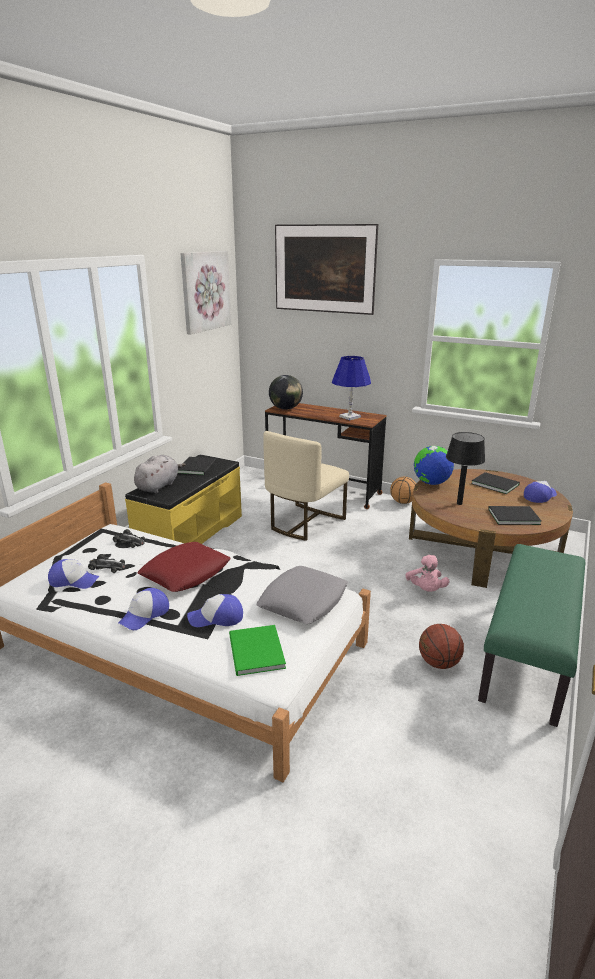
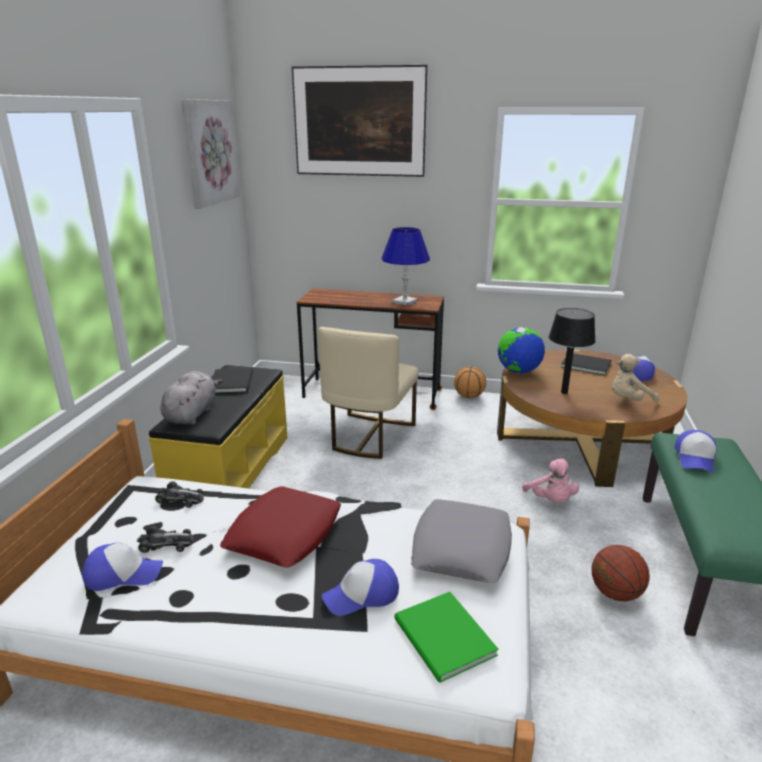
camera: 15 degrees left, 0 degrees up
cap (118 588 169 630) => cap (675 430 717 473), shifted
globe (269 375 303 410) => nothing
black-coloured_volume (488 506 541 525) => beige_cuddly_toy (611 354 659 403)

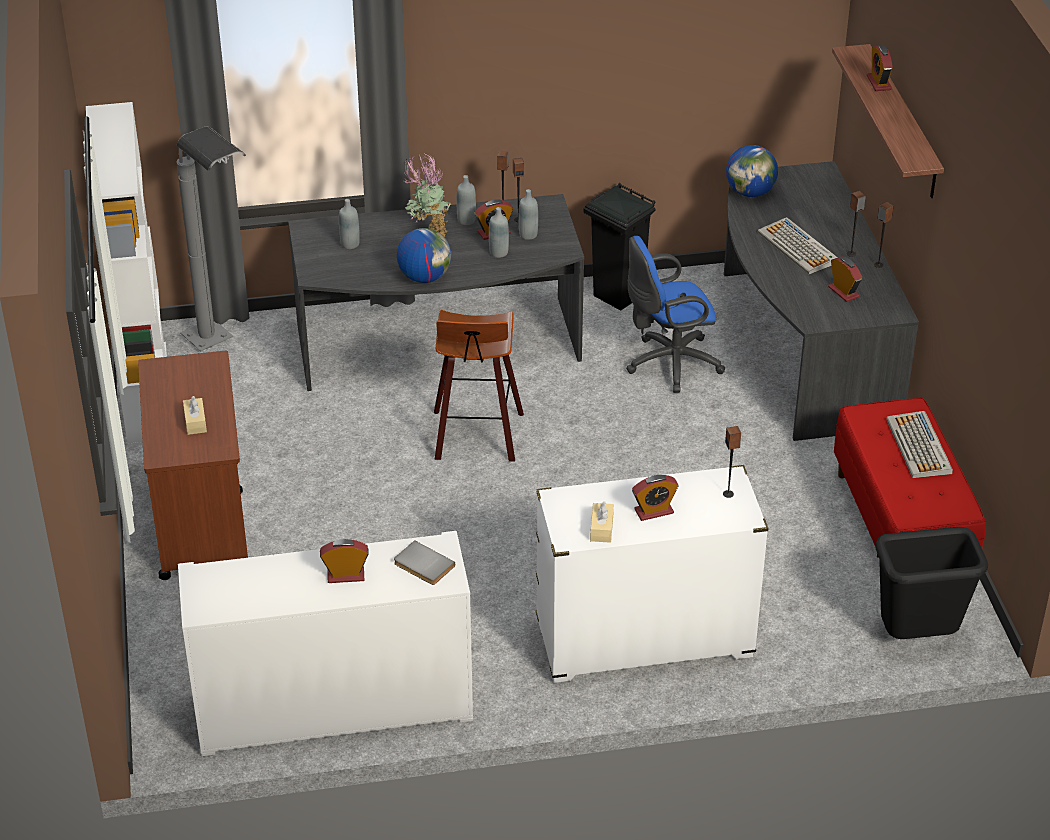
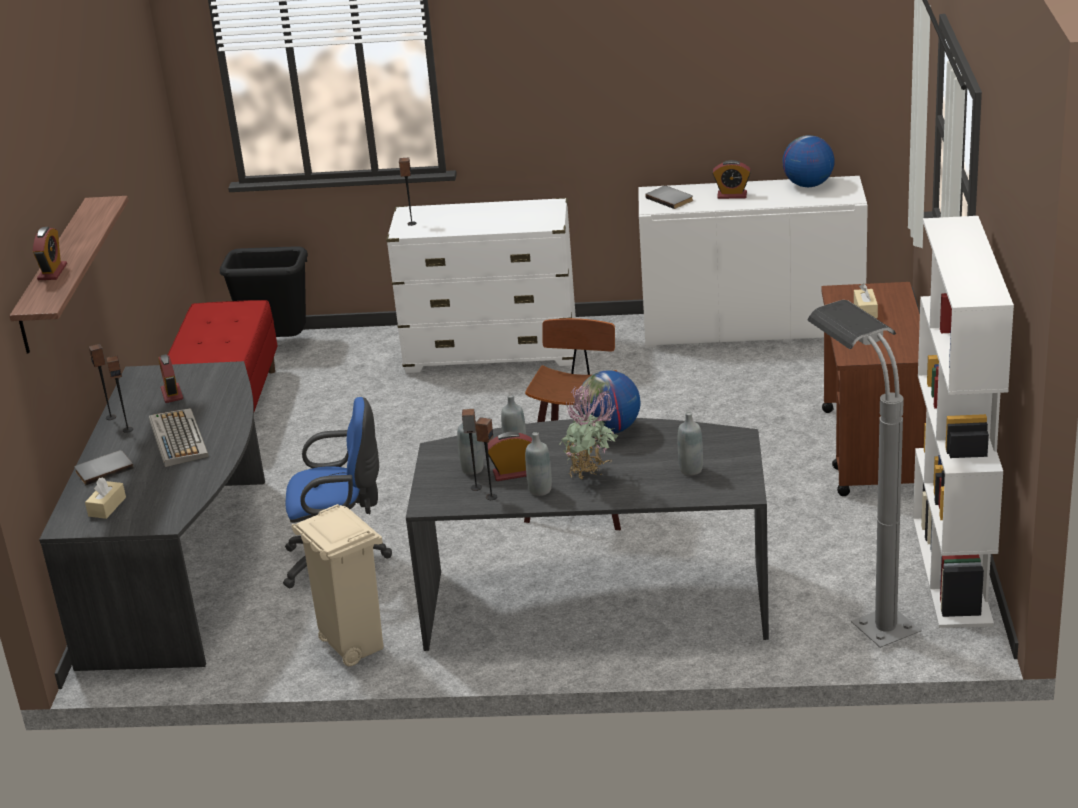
camera: 165 degrees left, 10 degrees down
black-coloured_rubbish_bin (583 183 656 311) => beige_rubbish_bin (291 504 383 666)
beige_tissue_holder (590 501 614 543) => beige_tissue_holder (85 477 126 519), shifted
alarm_clock (632 475 679 521) => nothing
globe (726 145 778 197) => globe (782 135 835 187), shifted
keyboard (886 411 953 478) => nothing
nothing => greyish_volume (74 450 134 485)

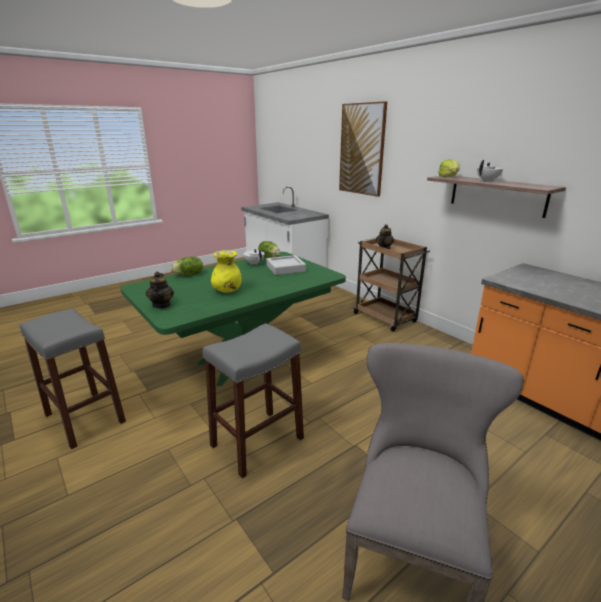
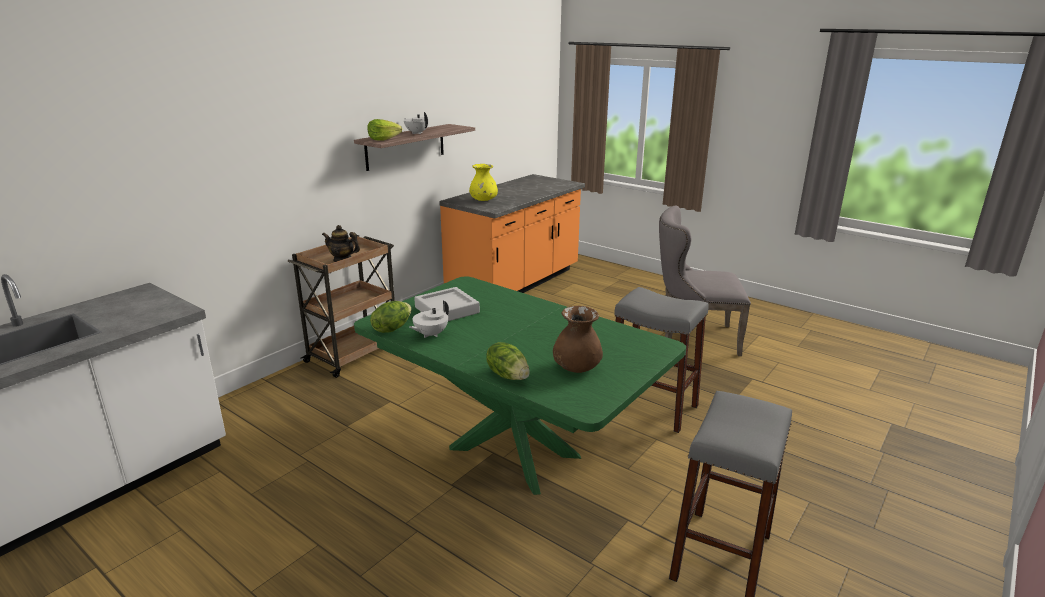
camera: 105 degrees left, 0 degrees up
pot_for_tea (146 272 174 308) => nothing
yellowish_vase (211 250 242 293) => yellowish_vase (469 164 498 201), shifted
wall_picture (339 101 387 197) => nothing
nothing => brownish_vase (553 306 603 373)

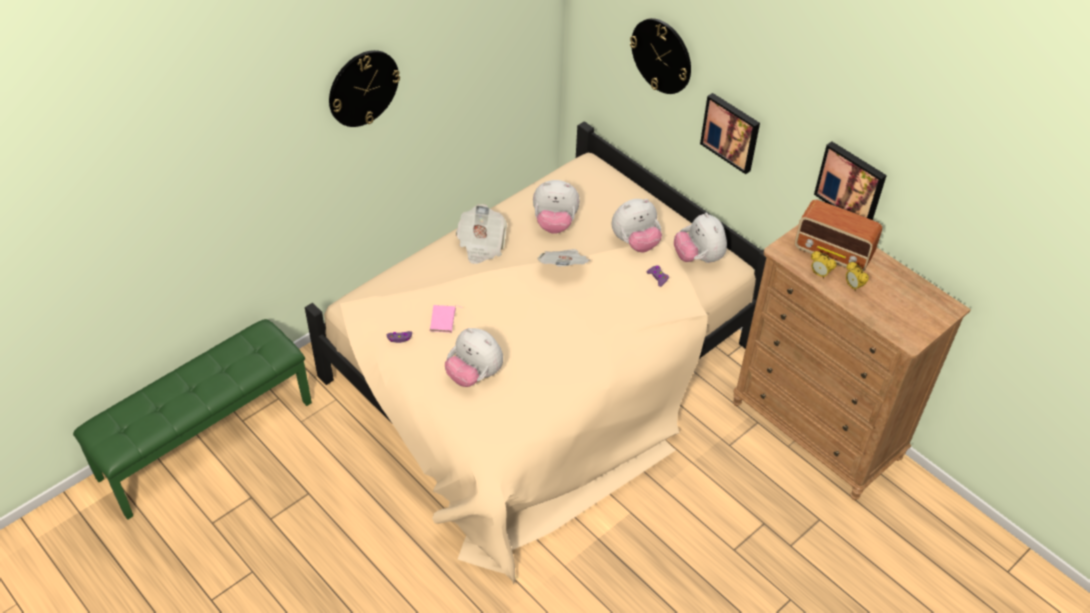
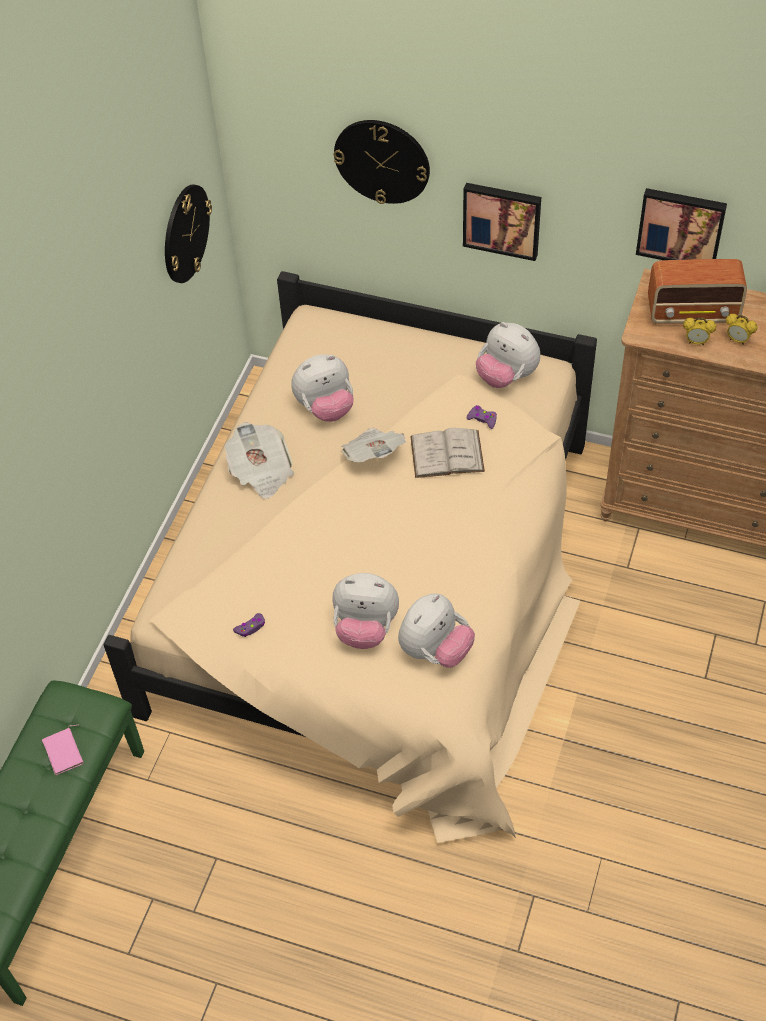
camera: 25 degrees left, 5 degrees up
hanging_clock (329 50 400 127) => hanging_clock (165 184 212 283), shifted
pink_volume (430 305 463 333) => pink_volume (42 725 84 775), shifted
cuddly_toy (612 199 662 252) => cuddly_toy (398 594 475 668), shifted
nothing => white_volume (410 428 485 478)

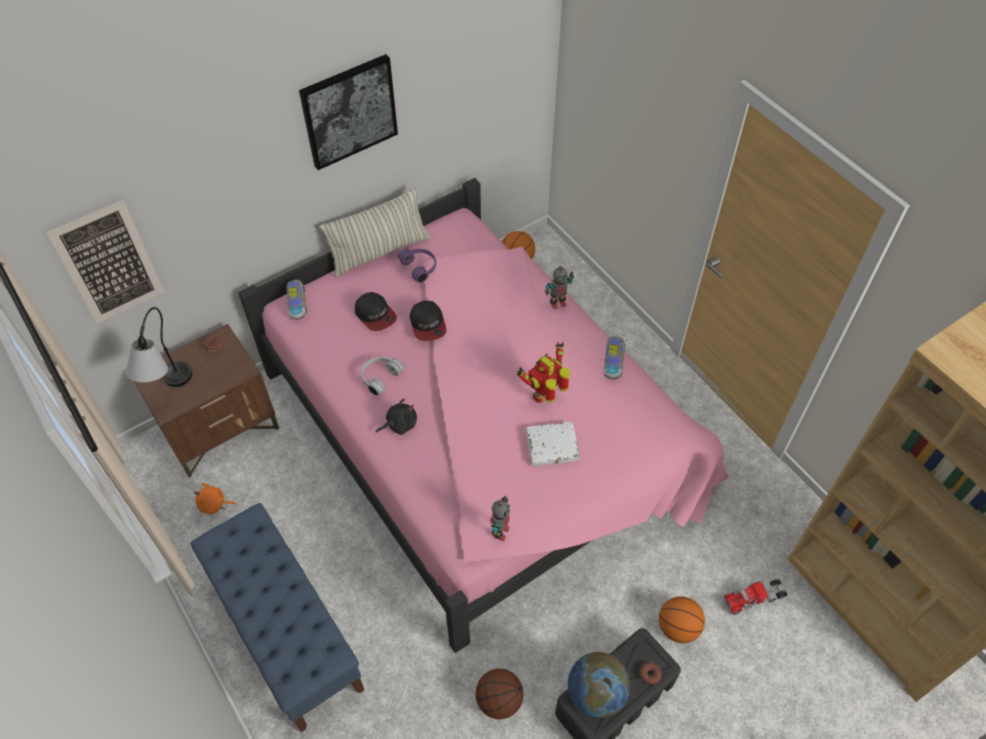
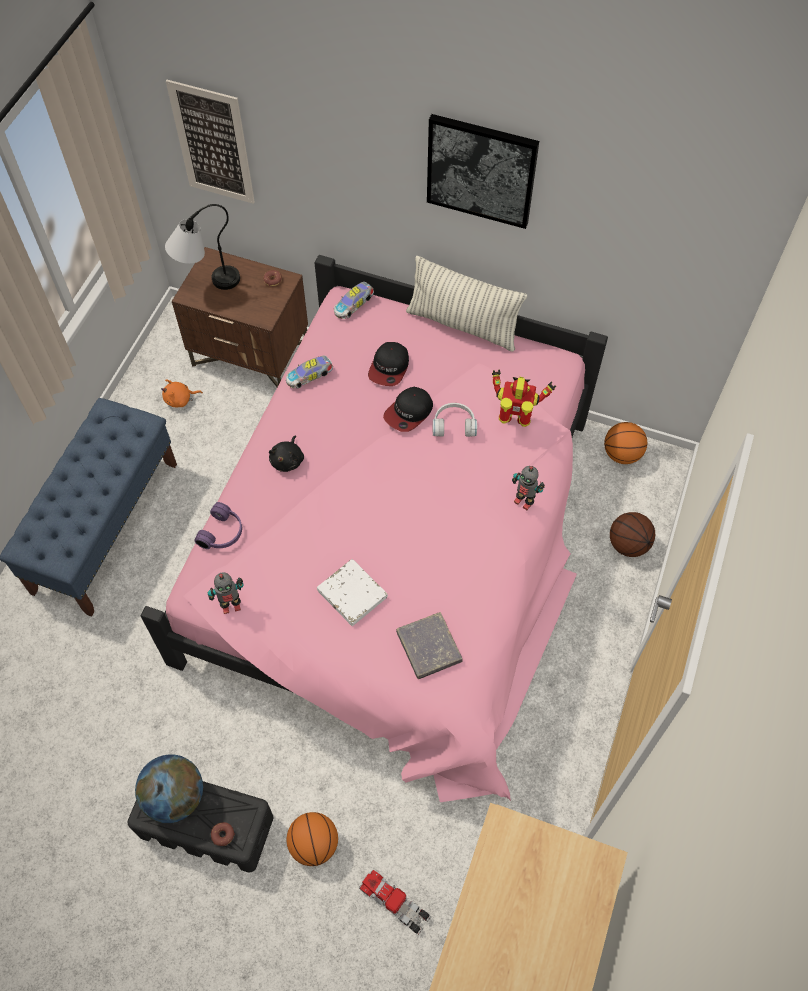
camera: 55 degrees right, 5 degrees up
orange_cuddly_toy (194 483 237 515) => orange_cuddly_toy (161 379 203 407), 75 degrees counterclockwise
white_pair_of_headphones (361 357 404 396) => white_pair_of_headphones (433 403 477 437), shifted
black-coloured_cuddly_toy (375 399 417 435) => black-coloured_cuddly_toy (269 436 304 472), 75 degrees clockwise
purple_pair_of_headphones (398 249 436 283) => purple_pair_of_headphones (194 502 242 549), shifted
ball_for_basketball (476 669 523 719) => ball_for_basketball (610 512 655 557), shifted
robot_figure (517 342 570 403) => robot_figure (492 370 556 427), shifted
miniature_car (604 337 625 380) => miniature_car (286 356 333 389), shifted
nothing => greyish_volume (396 612 463 679)

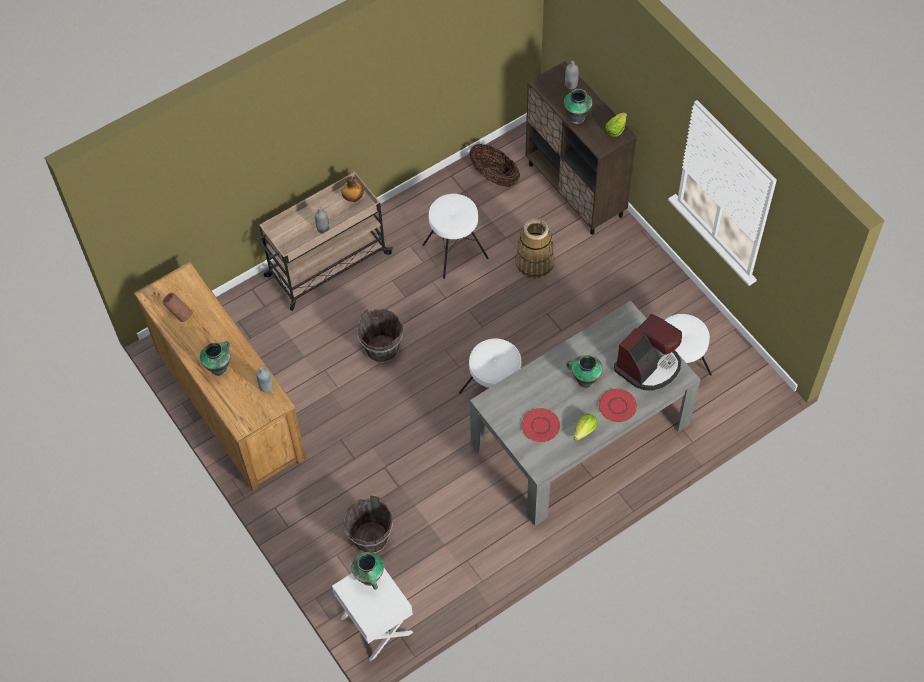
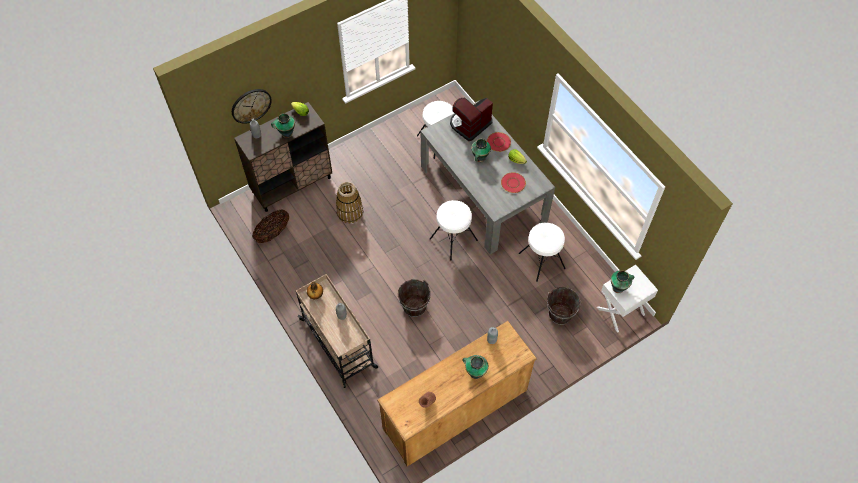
camera: 90 degrees left, 0 degrees up
white_stool_seat (422 194 488 279) => white_stool_seat (519 222 566 282), shifted
coffee_machine (614 314 682 391) => coffee_machine (450 98 493 141), 90 degrees counterclockwise
nothing => hanging_clock (232 89 272 124)

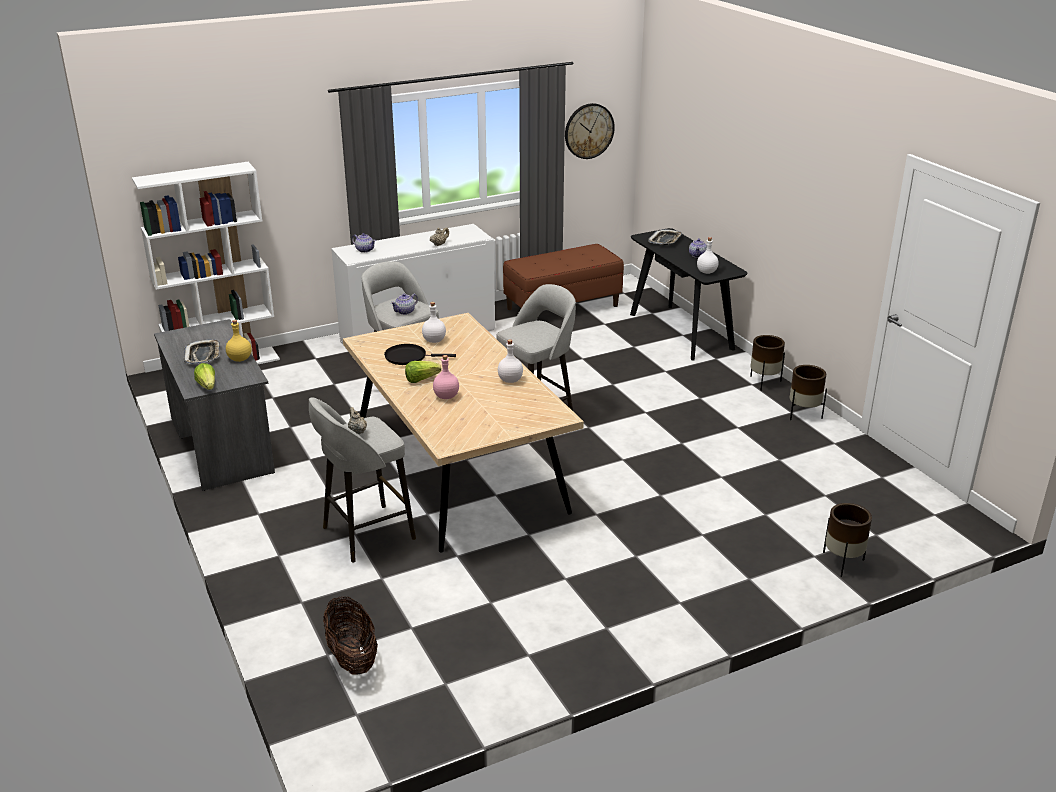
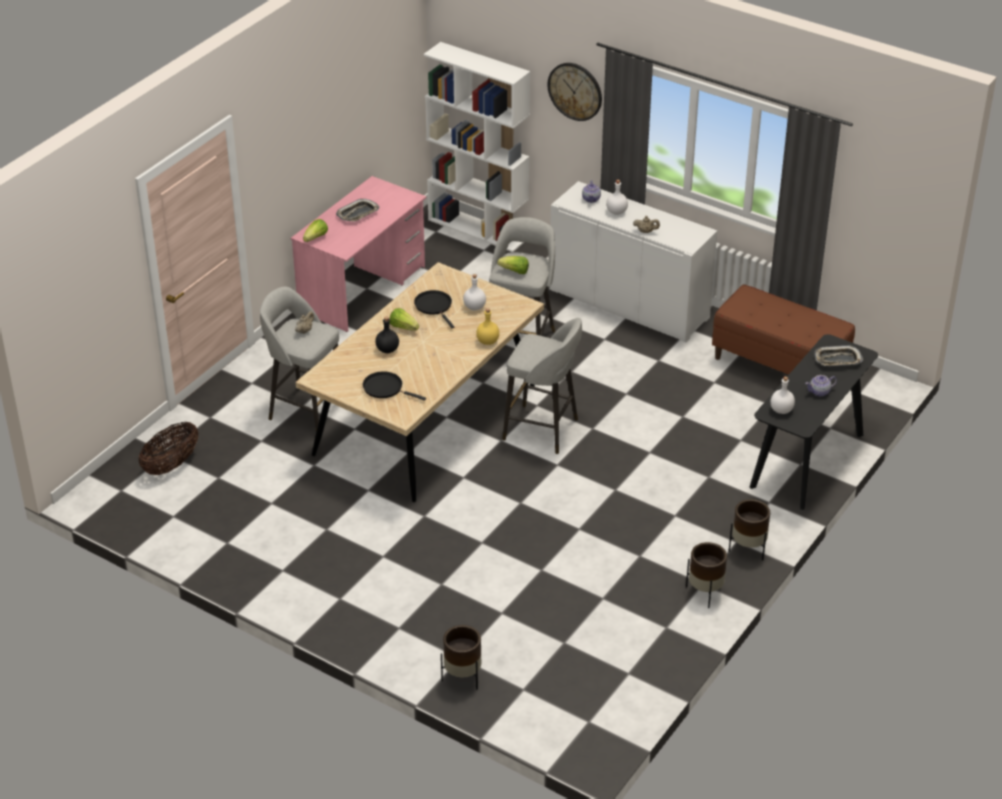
camera: 60 degrees right, 10 degrees up
greyish_desk_table (154 319 275 491) => pink_desk_table (291 176 426 332)
yellowish_bottle (226 320 252 362) => yellowish_bottle (476 308 499 345), shifted
pot_for_tea (391 294 418 315) => head_of_lettuce (497 256 529 274)
pink_bottle (433 355 459 399) => black-coloured_bottle (375 317 399 353)
white_bottle (498 340 523 383) => white_bottle (606 180 628 215), shifted
hanging_clock (565 103 615 159) => hanging_clock (548 63 602 121), shifted
nothing => black-coloured_pan (363 371 426 401)

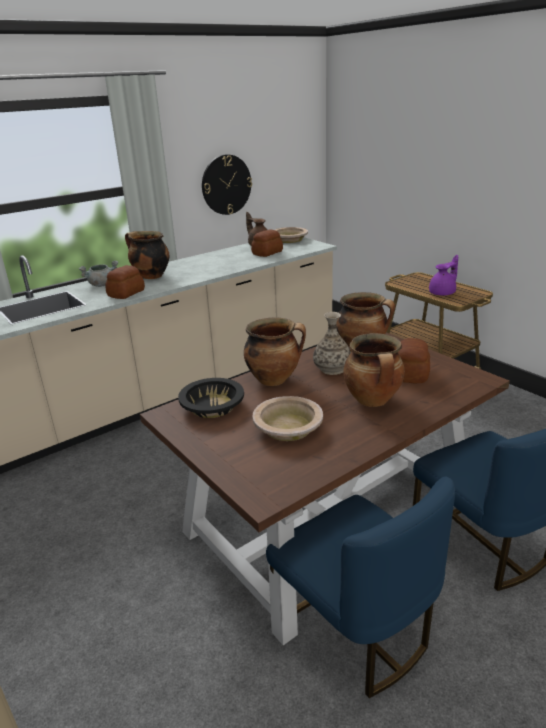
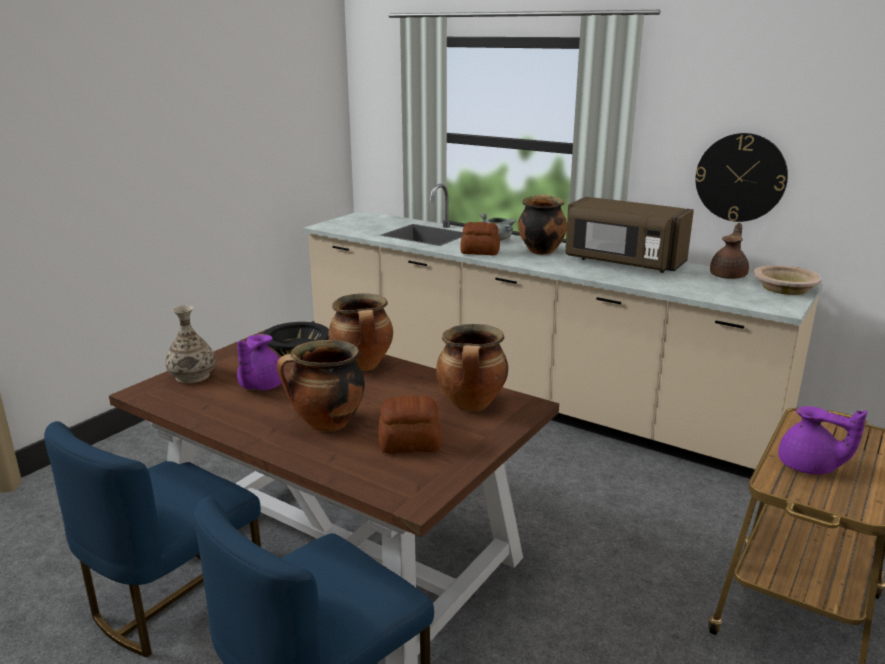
camera: 70 degrees right, 5 degrees down
bakery_bread (251 229 283 257) => nothing
beige_serving_bowl (252 396 323 441) => purple_pot_for_tea (237 334 282 391)
vase (313 312 351 375) => vase (165 305 216 384), shifted
nothing => brownish_microwave_oven (565 197 694 273)

